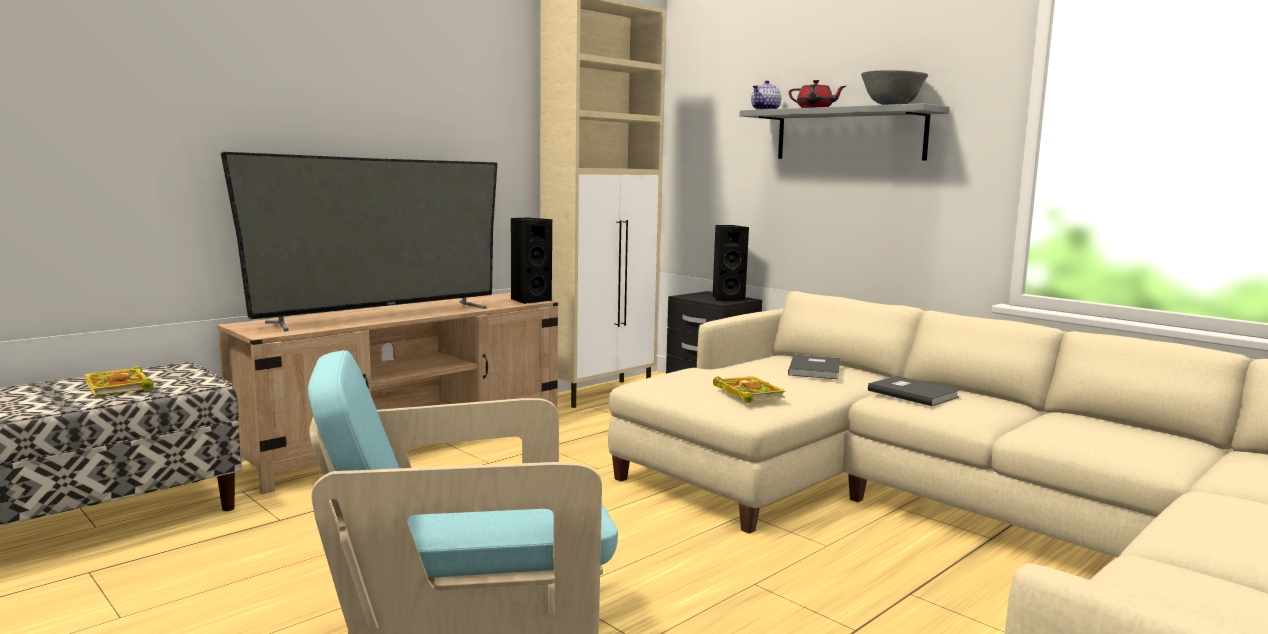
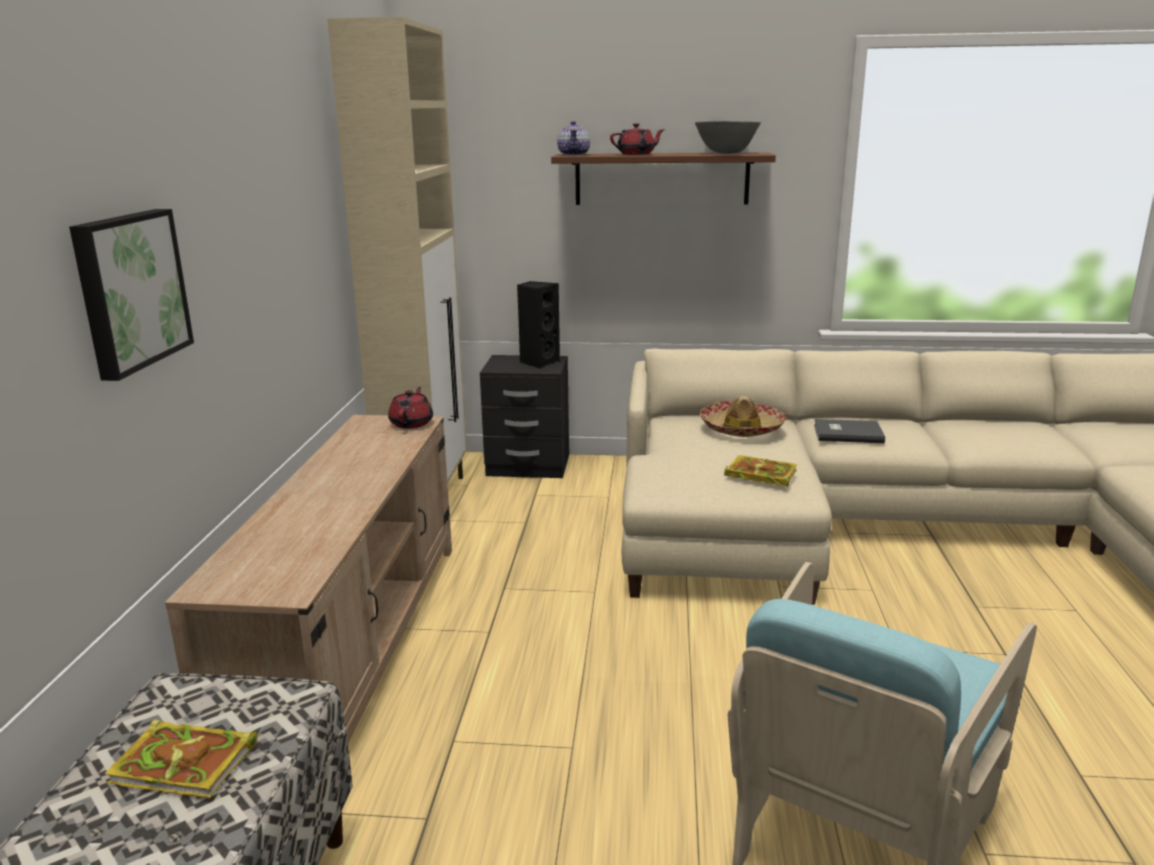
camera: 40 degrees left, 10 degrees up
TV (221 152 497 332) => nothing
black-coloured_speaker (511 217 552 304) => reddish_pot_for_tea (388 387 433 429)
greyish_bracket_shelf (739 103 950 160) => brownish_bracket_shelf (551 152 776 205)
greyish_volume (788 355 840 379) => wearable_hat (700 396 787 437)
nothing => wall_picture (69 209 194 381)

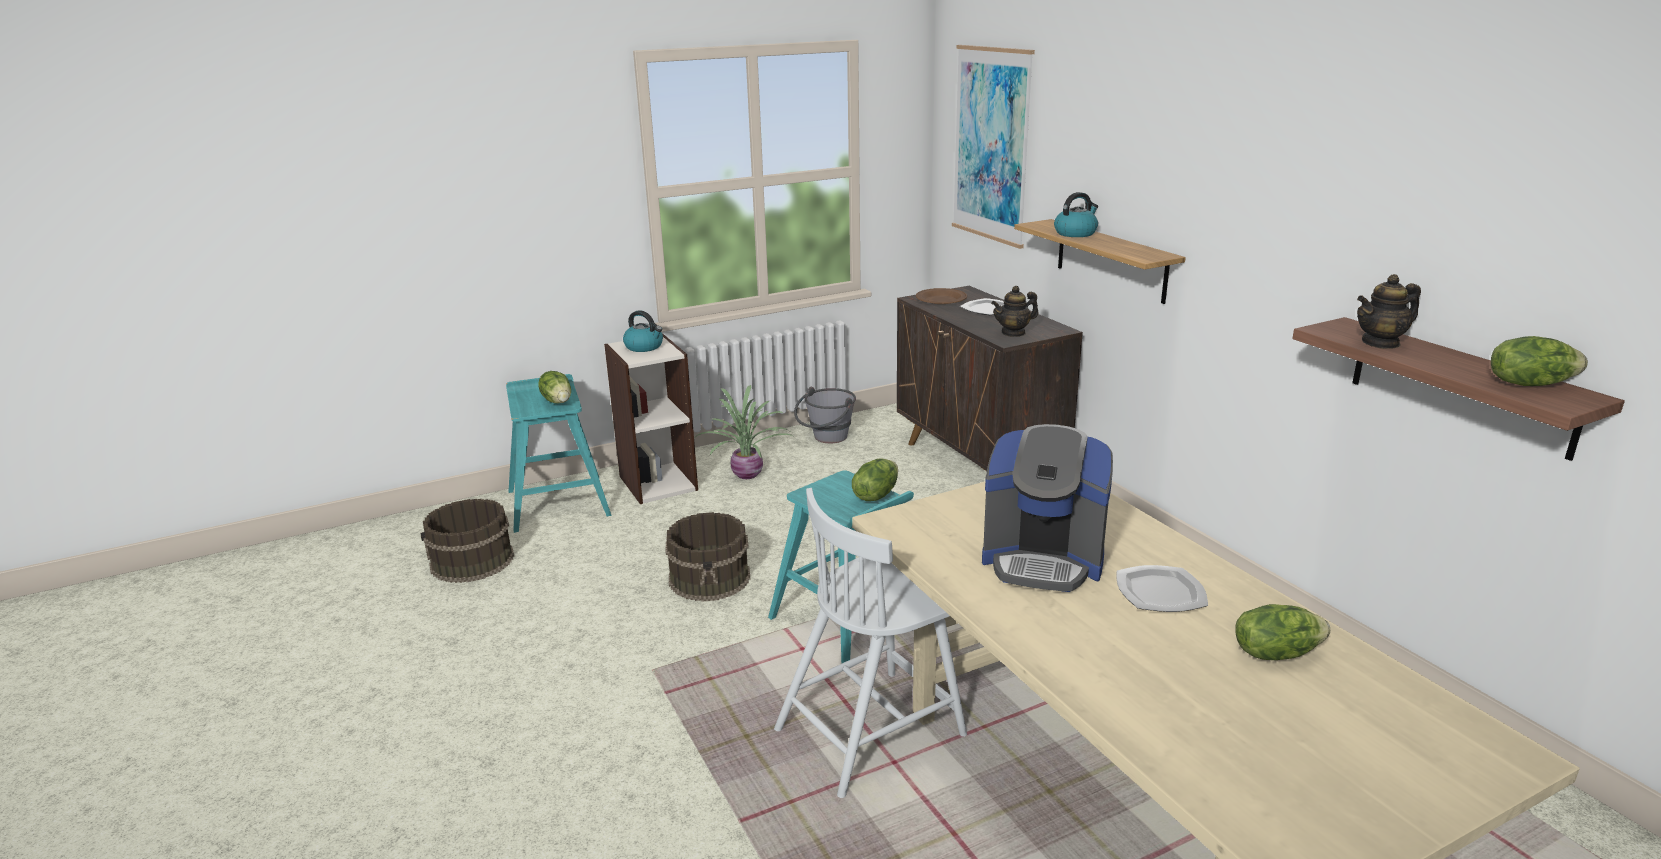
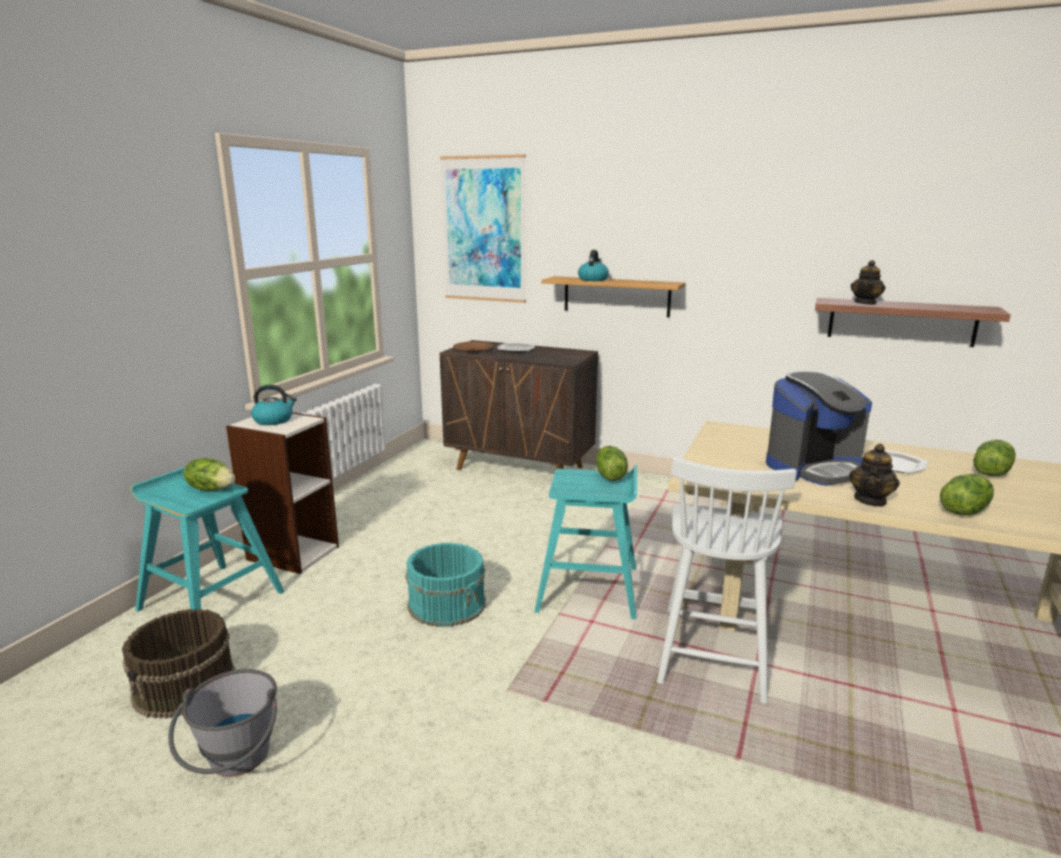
camera: 40 degrees left, 5 degrees down
brownish_bucket (665 512 751 602) => turquoise_bucket (405 542 486 627)
plant_in_a_pot (694 385 795 479) => nothing
greyish_bucket (794 387 856 443) => greyish_bucket (168 669 277 777), shifted
pot_for_tea (991 286 1039 337) => pot_for_tea (849 444 900 507), shifted
head_of_lettuce (1491 336 1588 386) => head_of_lettuce (940 474 994 515), shifted

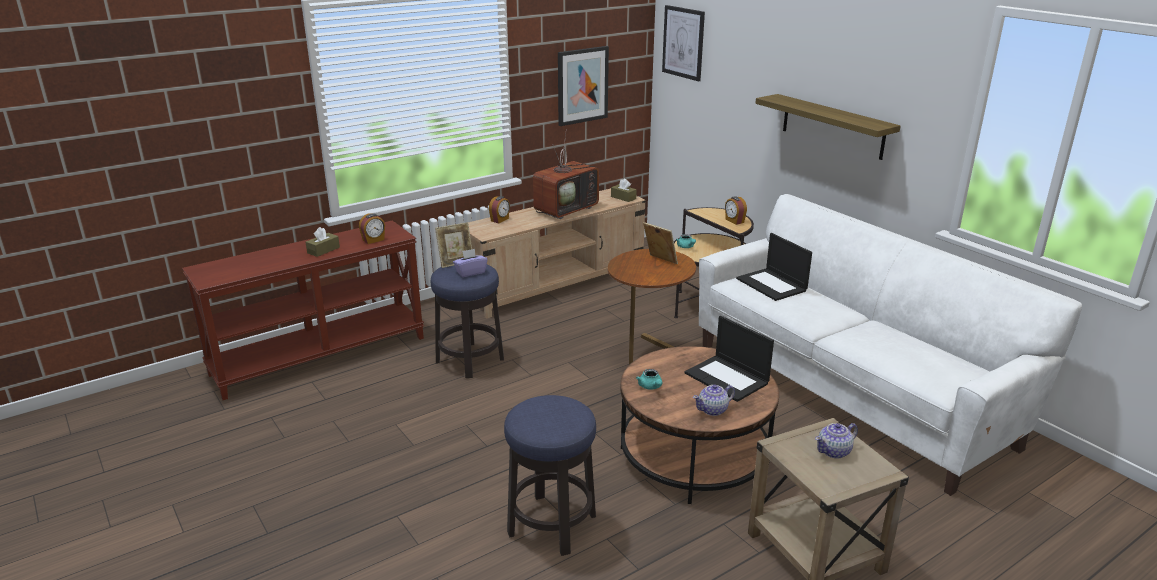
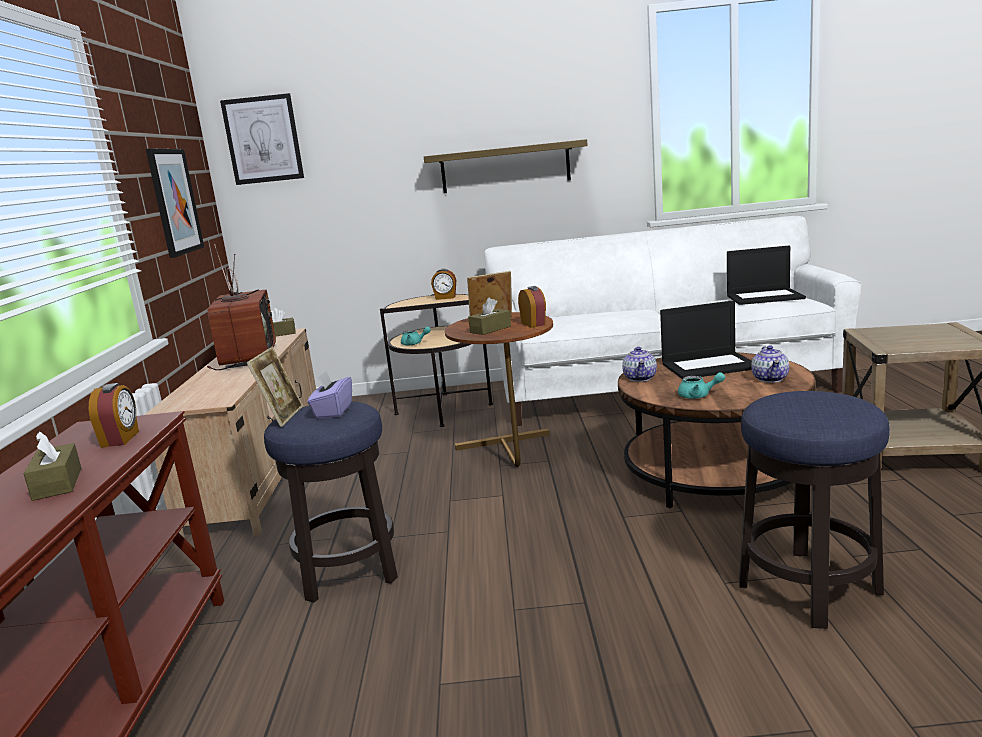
camera: 55 degrees left, 10 degrees down
alarm_clock (489 196 510 223) => alarm_clock (518 286 546 328), shifted
portable_computer (736 233 812 301) => portable_computer (727 246 806 305), shifted
pot_for_tea (815 423 858 458) => pot_for_tea (622 347 657 382), shifted
nothing => brownish_tissue_holder (468 298 511 335)

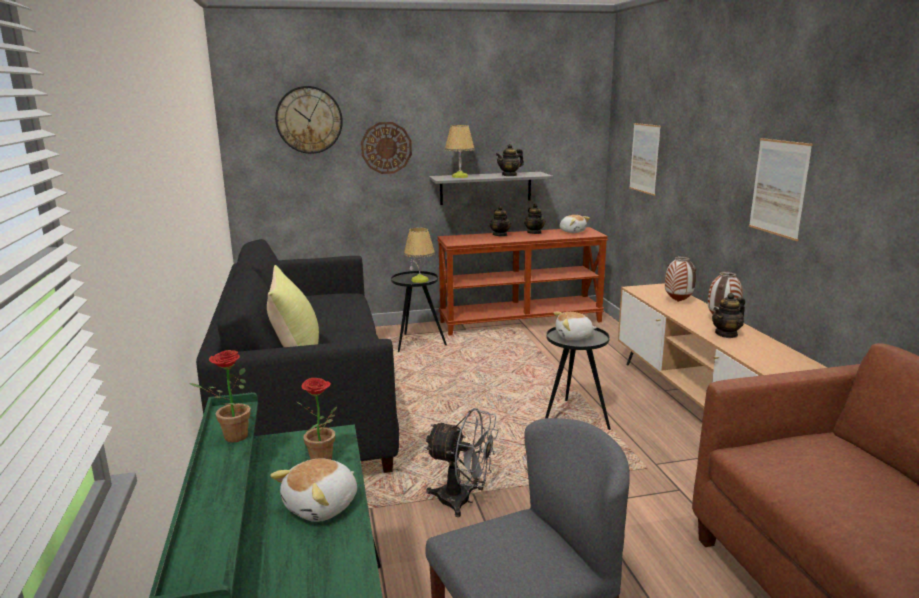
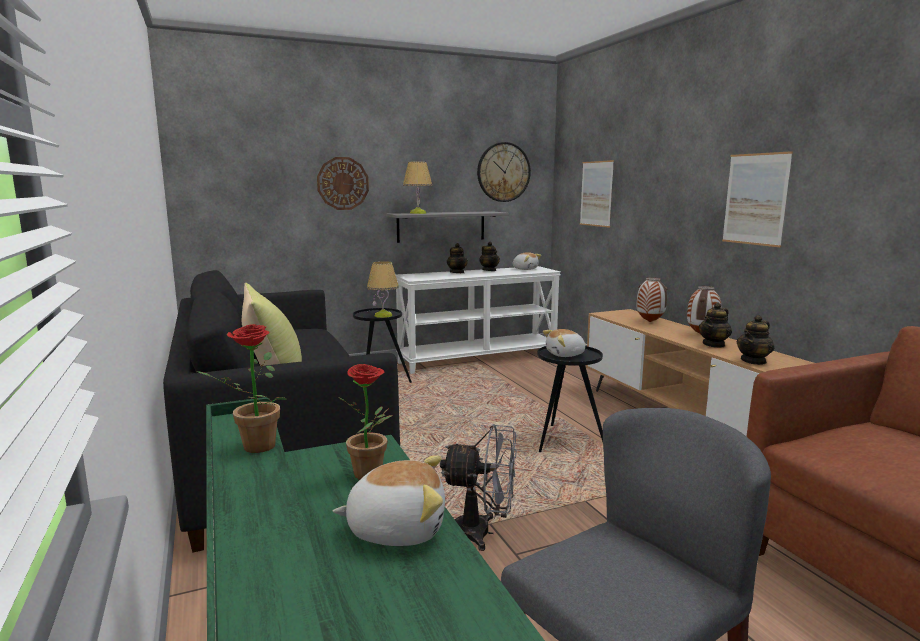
camera: 10 degrees left, 5 degrees down
cuddly_toy (270 458 357 522) => cuddly_toy (333 456 445 546), 120 degrees counterclockwise
hanging_clock (275 86 343 154) => hanging_clock (477 142 531 202), shifted
brownish_console_table (437 227 608 335) => white_console_table (396 266 561 374)
pot_for_tea (496 144 524 176) => pot_for_tea (736 315 774 365), shifted

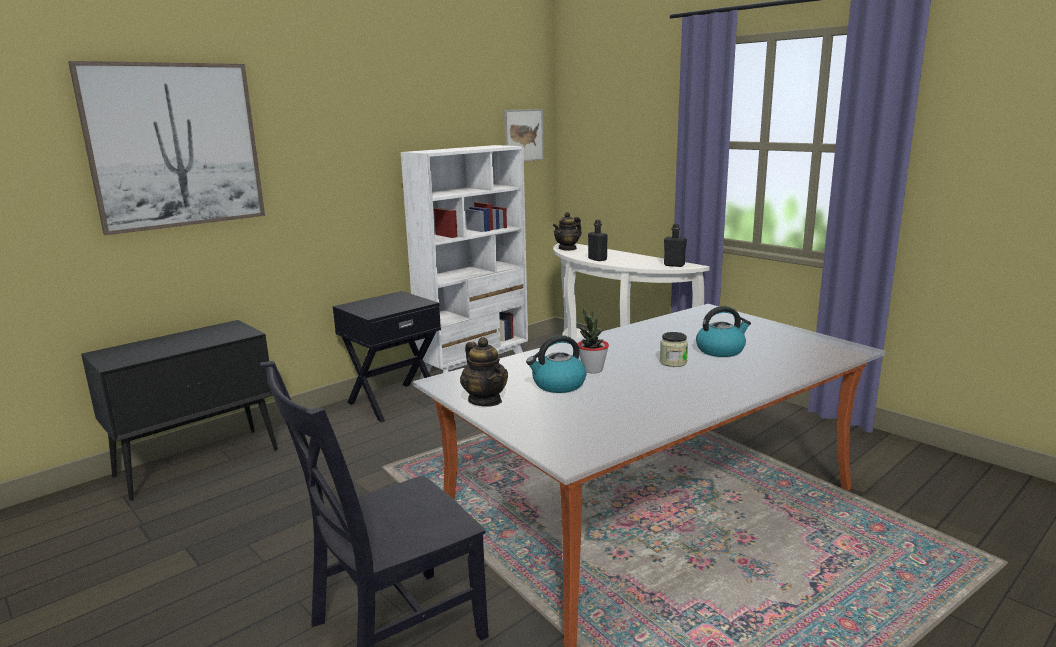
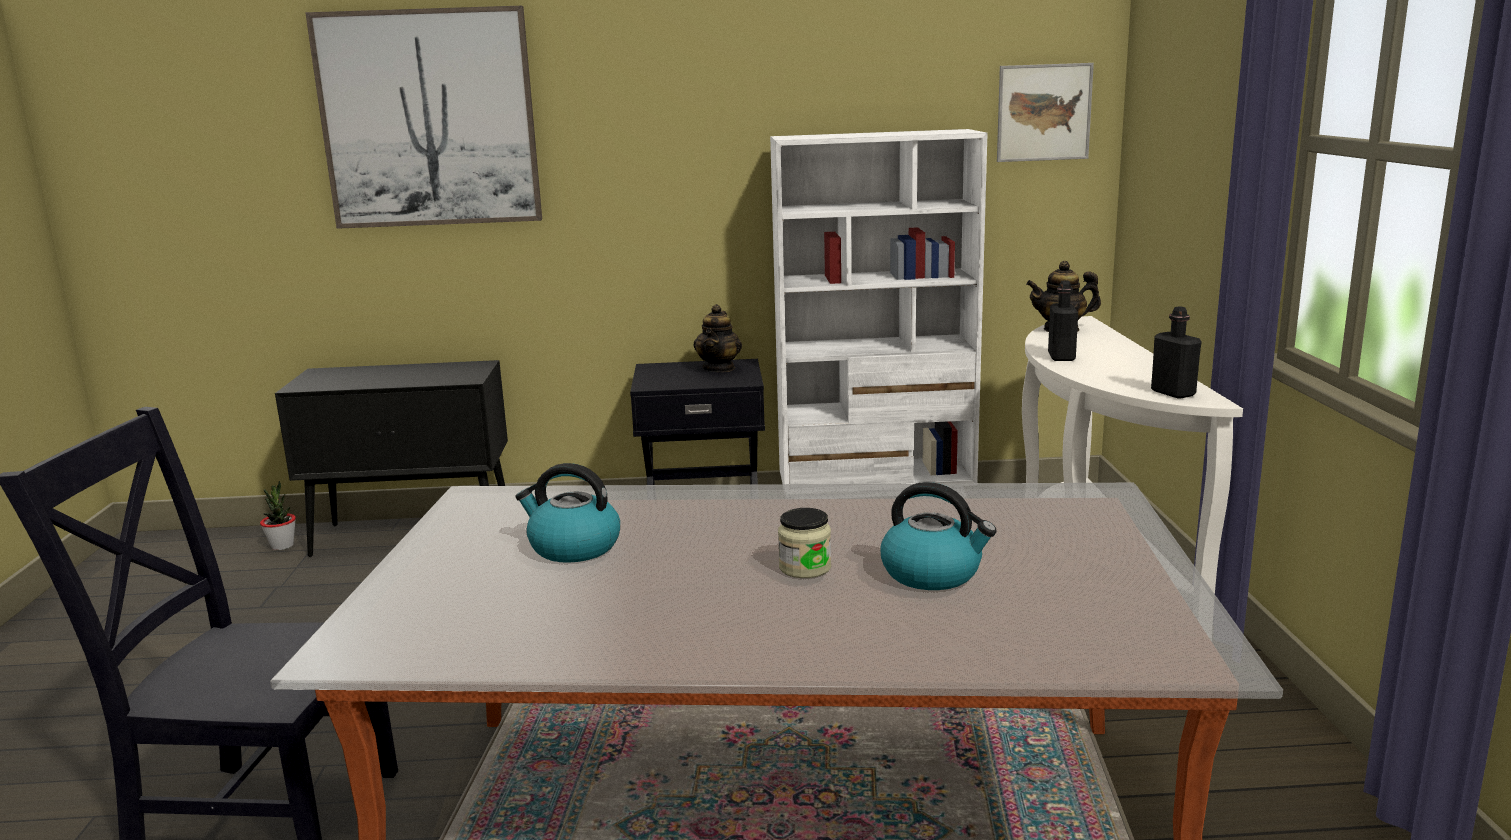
camera: 40 degrees right, 0 degrees up
pot_for_tea (460 337 508 407) => pot_for_tea (694 304 742 372), shifted
plant_in_a_pot (578 309 609 373) => plant_in_a_pot (260 481 296 550), shifted

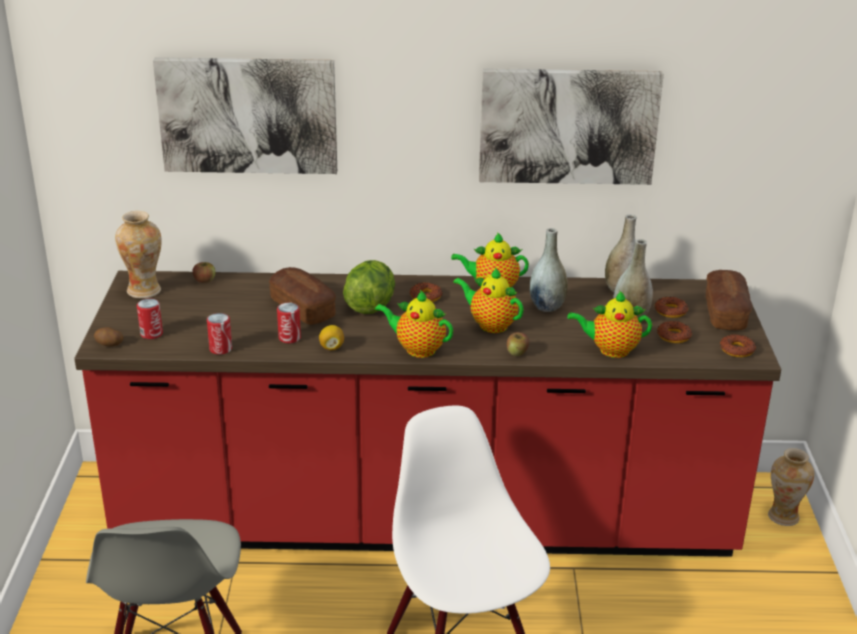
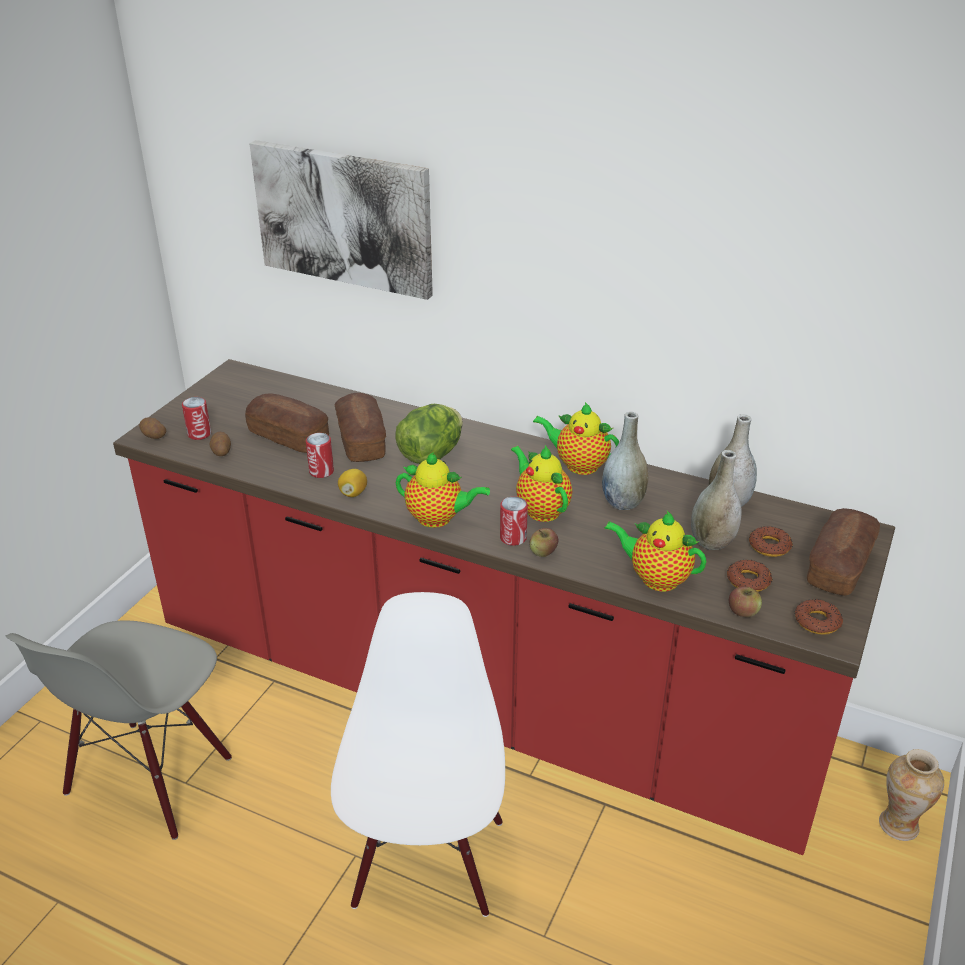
camera: 25 degrees right, 5 degrees up
vase (115 211 162 299) => nothing
apple (192 262 215 283) => apple (729 586 762 617), shifted
can (207 313 232 355) => can (500 496 528 546), shifted
pot_for_tea (374 290 453 358) => pot_for_tea (396 452 490 528), 150 degrees clockwise
doughnut (410 282 443 302) => nothing
wall_picture (479 68 664 185) => nothing
nothing => potato (209 432 231 456)
nothing => bakery_bread (245 393 329 453)

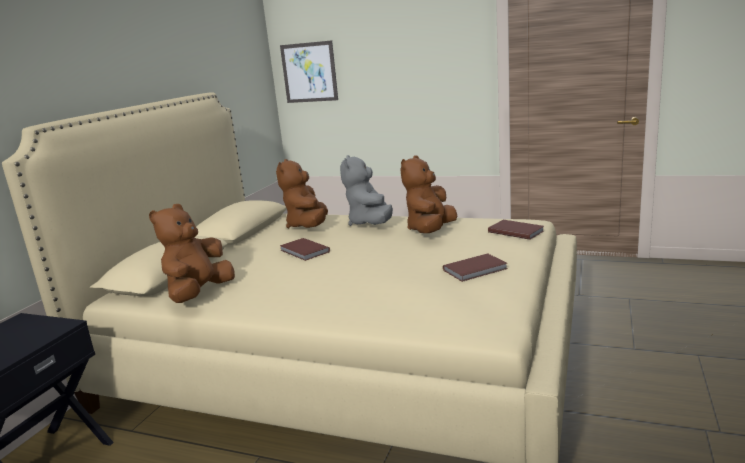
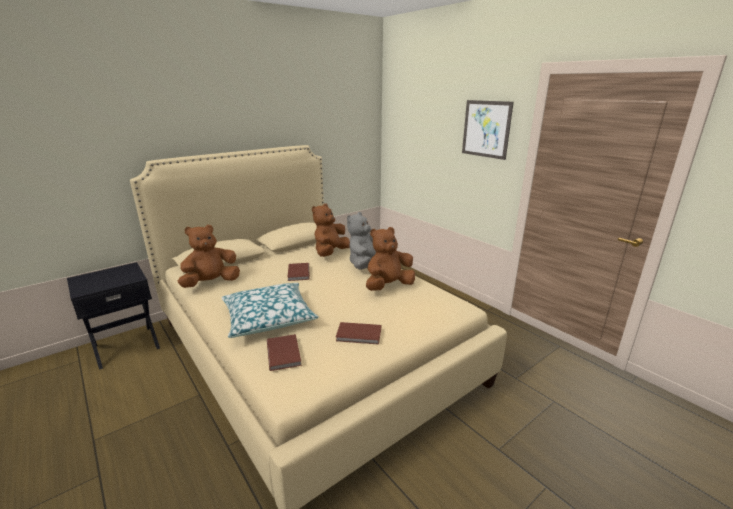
camera: 30 degrees right, 5 degrees up
wall_picture (280 40 338 103) => wall_picture (462 100 514 160), shifted
brownish_volume (488 220 544 240) => brownish_volume (267 334 302 371), shifted
nothing => pillow (221 283 319 338)

